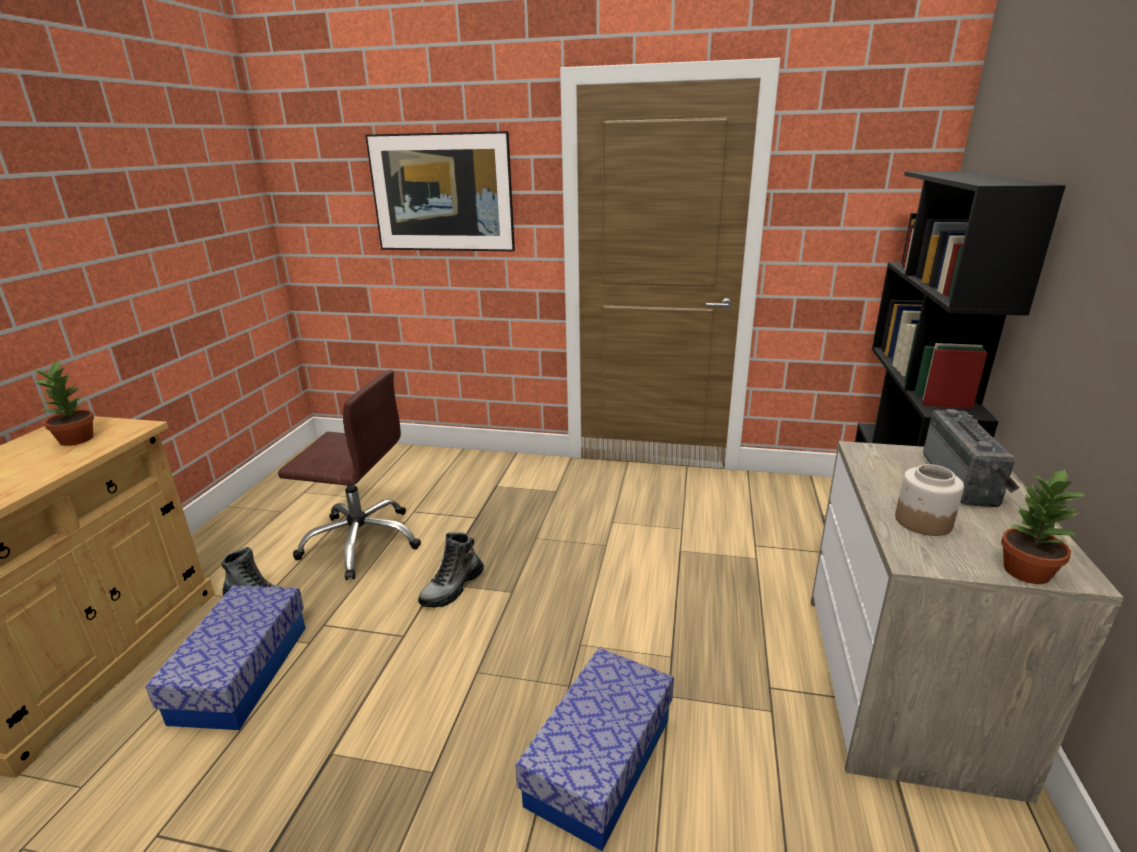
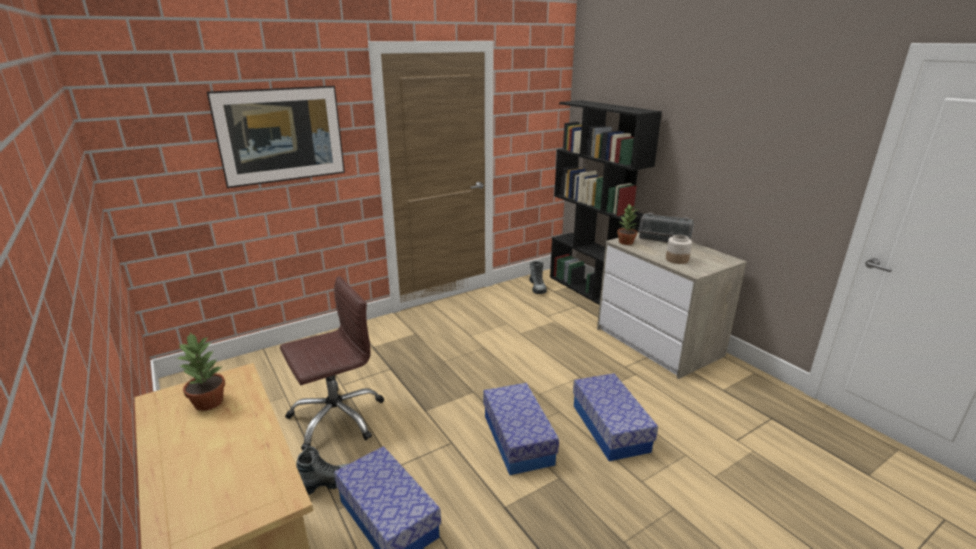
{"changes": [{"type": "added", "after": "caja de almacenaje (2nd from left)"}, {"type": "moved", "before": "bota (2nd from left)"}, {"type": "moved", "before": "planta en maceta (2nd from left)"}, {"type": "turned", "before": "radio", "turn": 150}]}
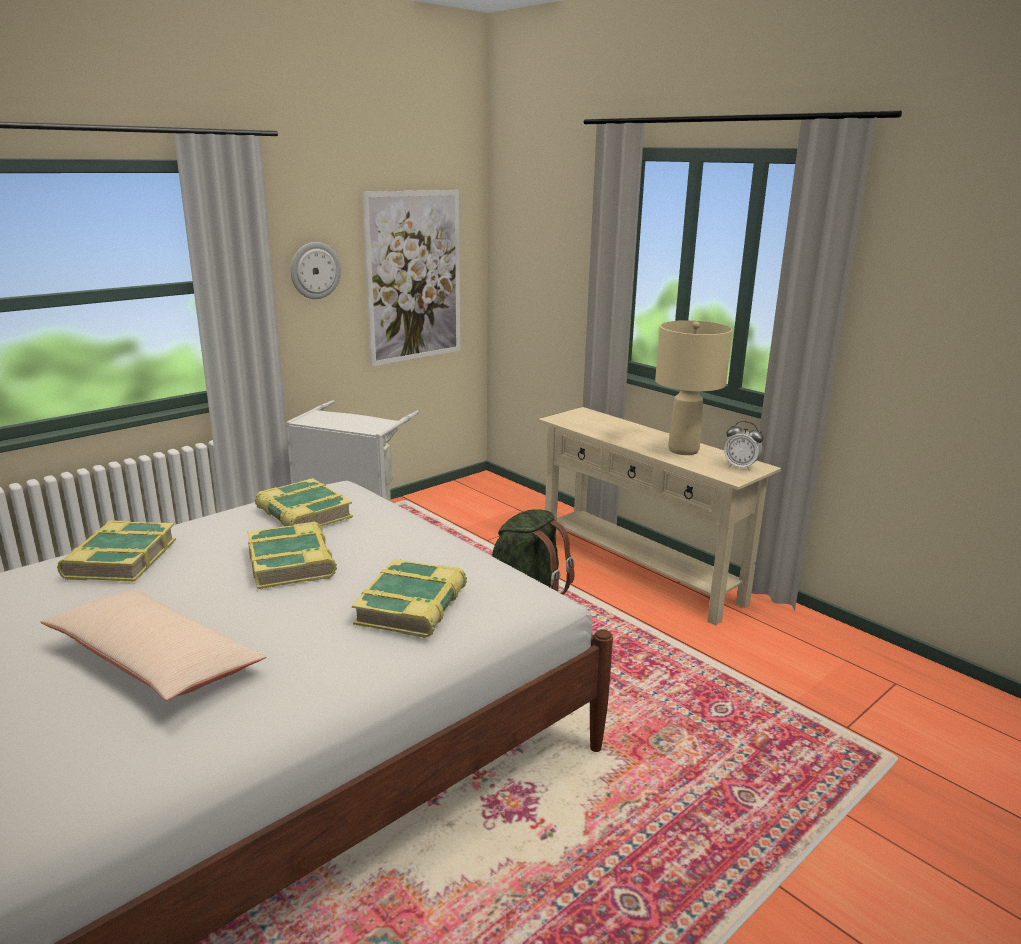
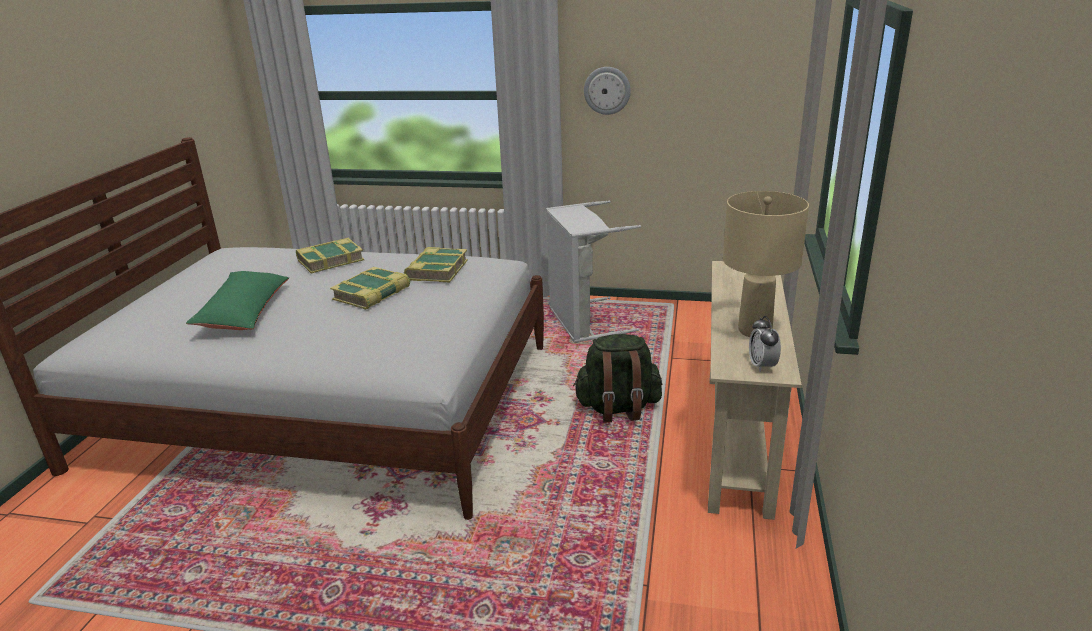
{"changes": [{"type": "recoloured", "before": "cojín (beis)", "after": "cojín (verde)"}, {"type": "removed", "before": "libro (4th from left)"}, {"type": "removed", "before": "cuadro"}]}
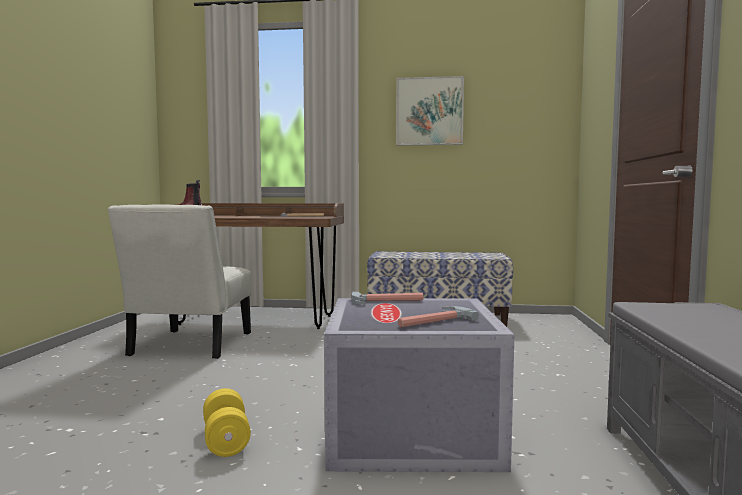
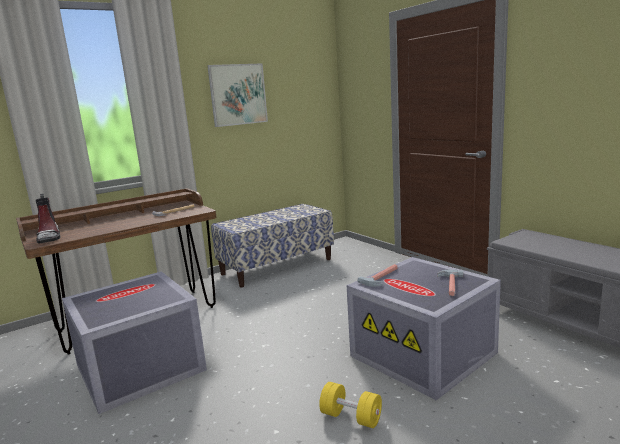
{"changes": [{"type": "replaced", "before": "silla (blanco)", "after": "caja de almacenaje (gris) (1st from left)"}]}
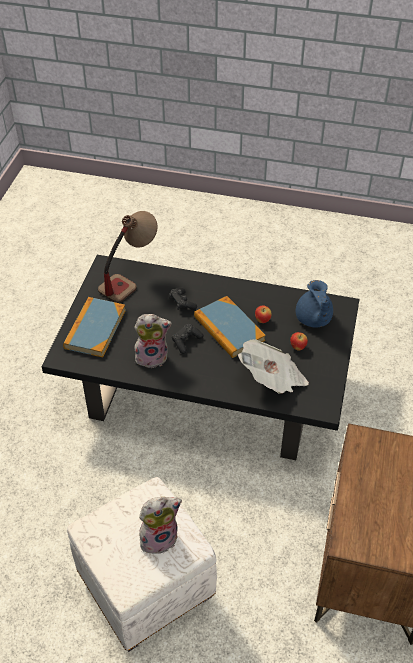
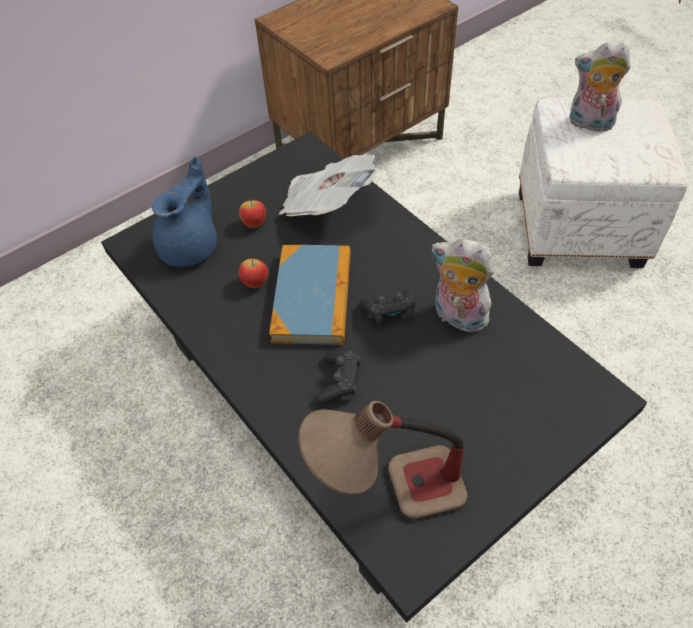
{"changes": [{"type": "removed", "before": "libro (1st from left)"}]}
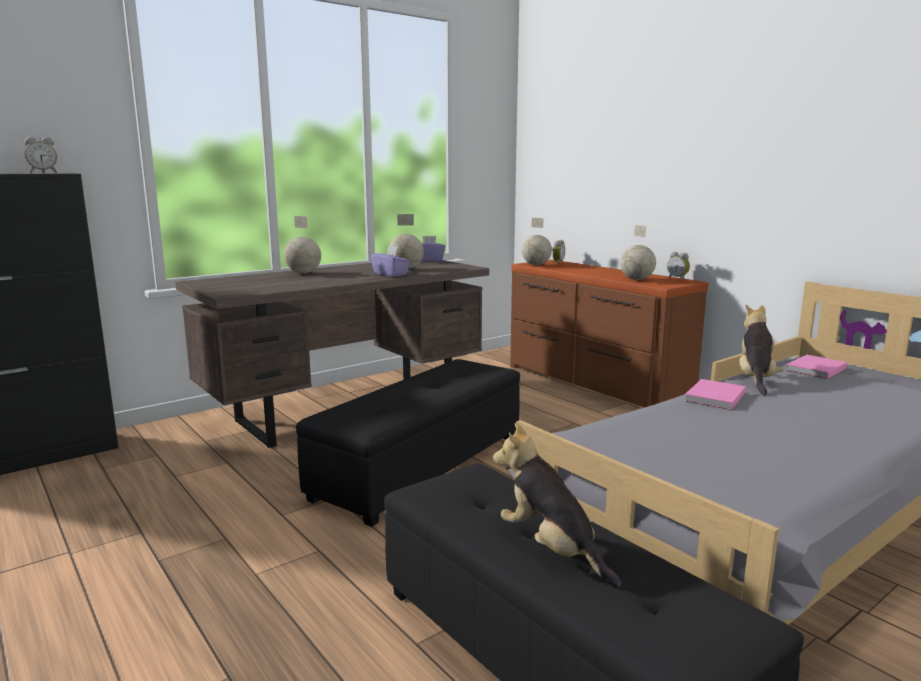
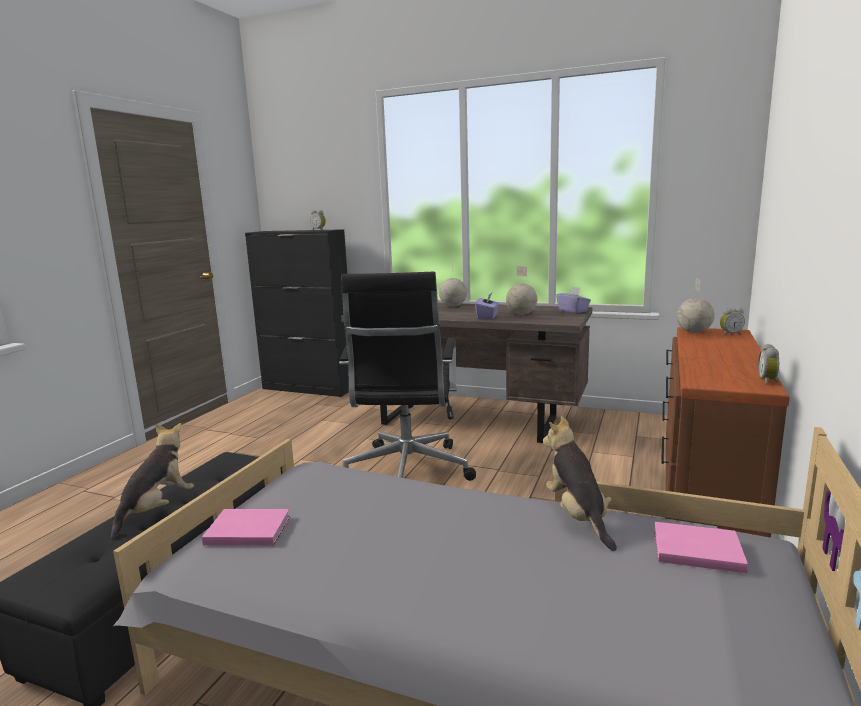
{"changes": [{"type": "moved", "before": "libro (rosa) (1st from left)"}, {"type": "replaced", "before": "puf (negro) (1st from left)", "after": "silla de oficina (negro)"}, {"type": "turned", "before": "peluche (2nd from left)", "turn": -90}, {"type": "removed", "before": "globo terráqueo (4th from left)"}]}
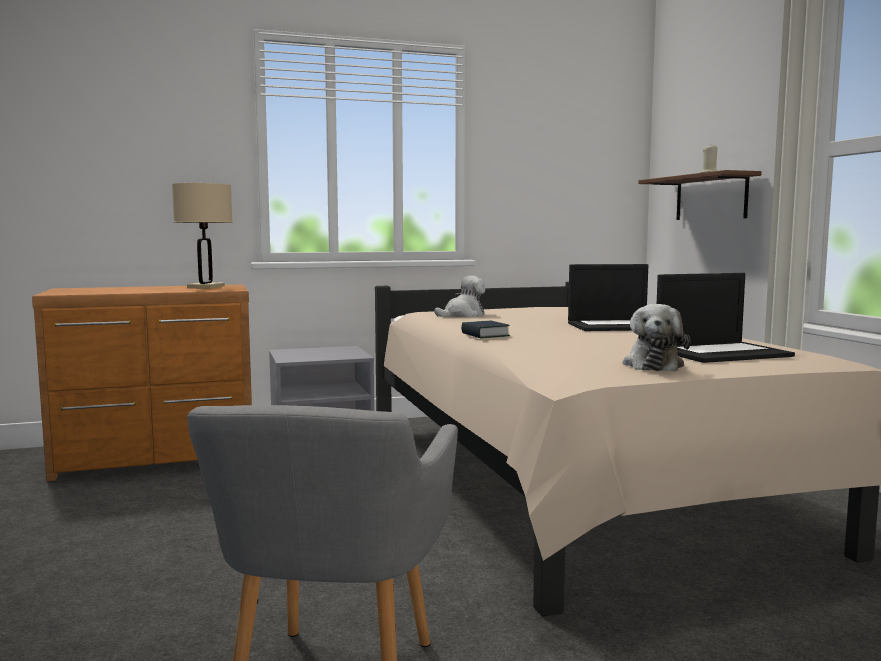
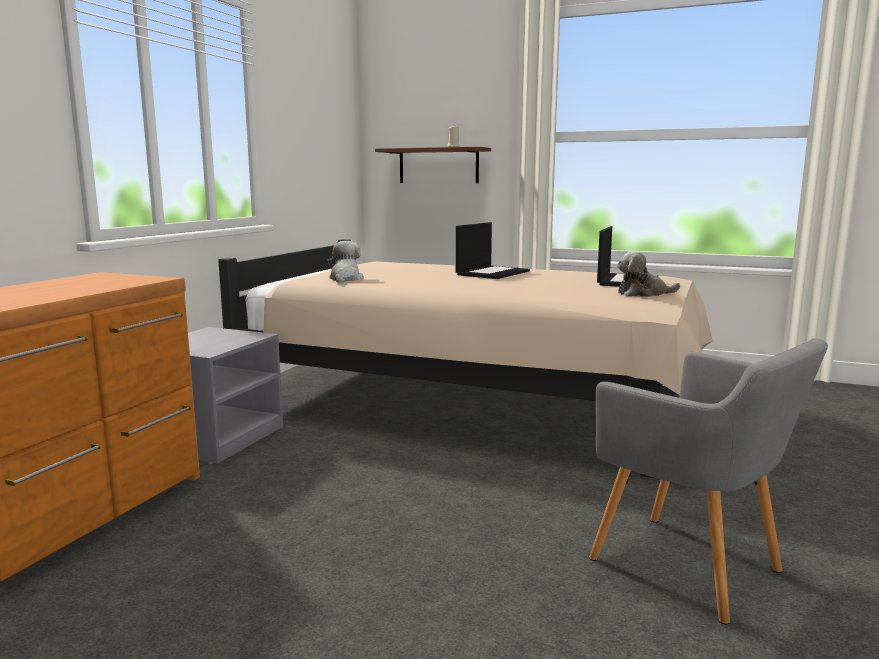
{"changes": [{"type": "turned", "before": "peluche (2nd from left)", "turn": 120}, {"type": "removed", "before": "lámpara de mesa (beis)"}, {"type": "removed", "before": "libro"}]}
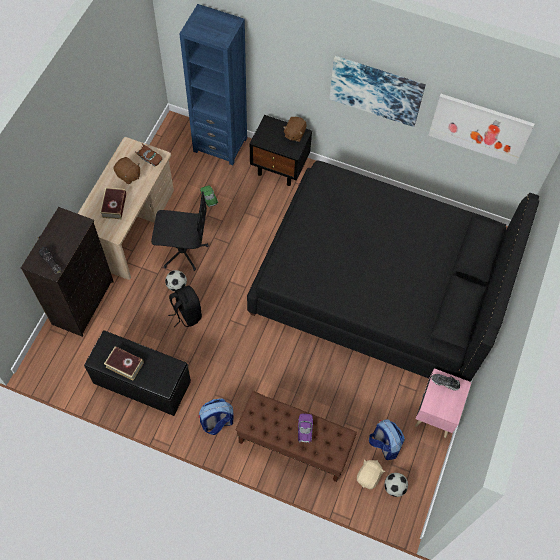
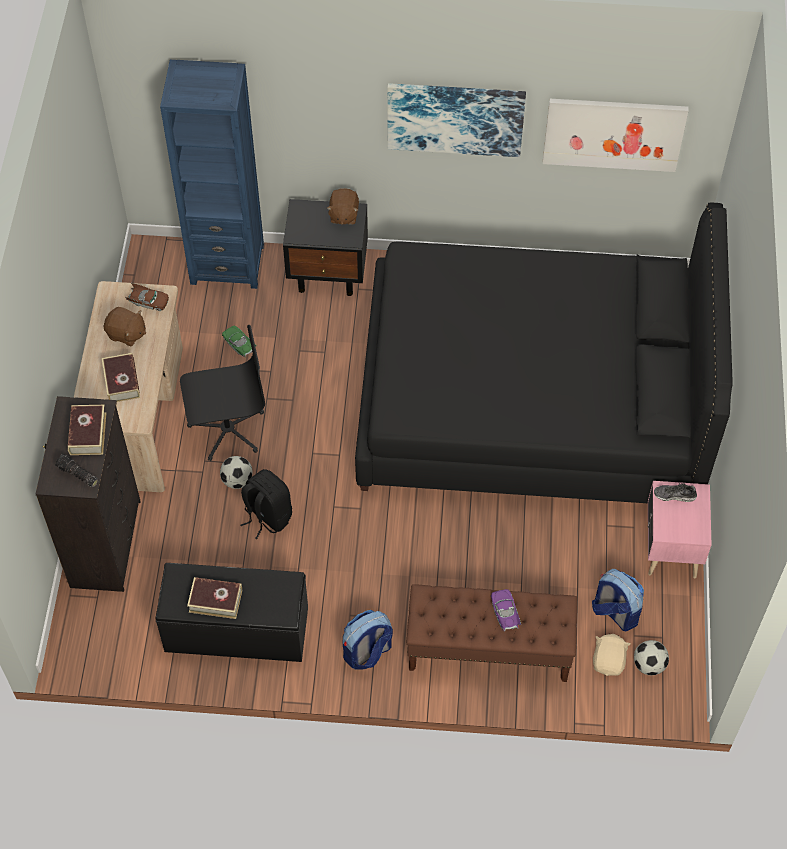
{"changes": [{"type": "added", "after": "libro (1st from left)"}]}
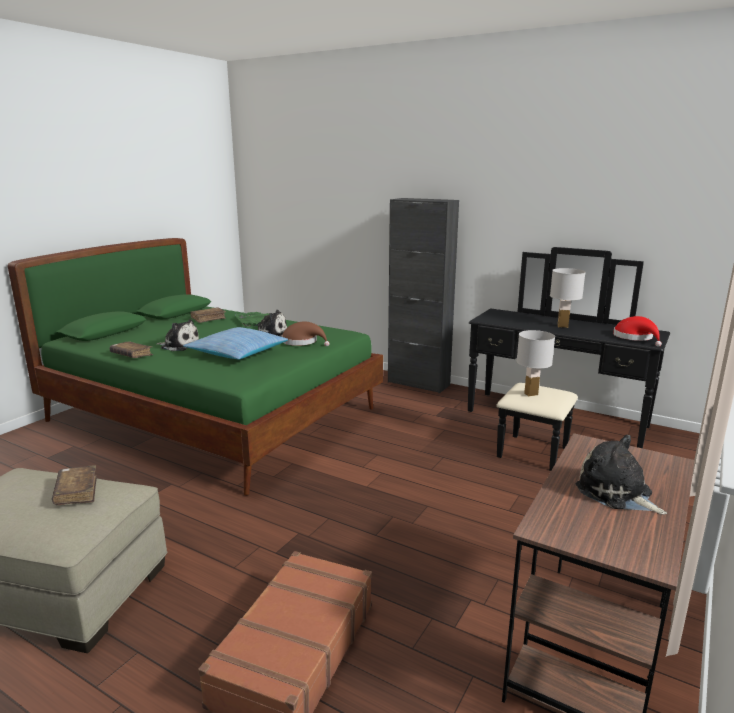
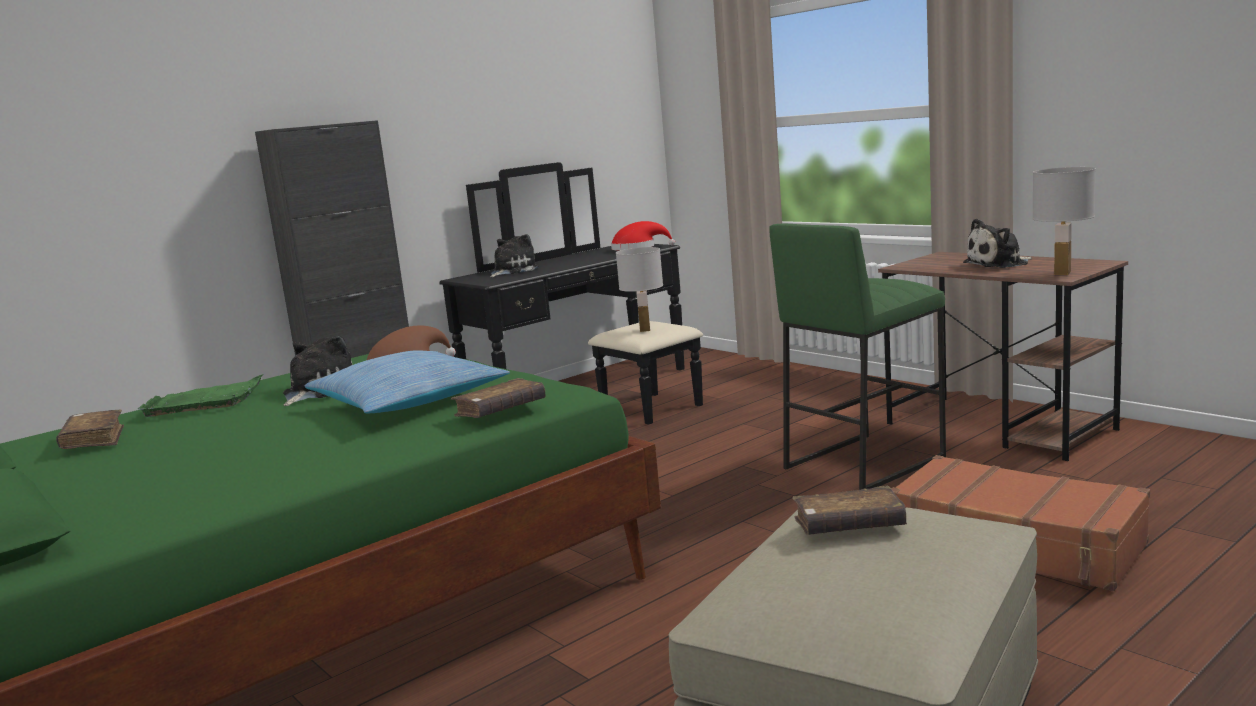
{"changes": [{"type": "moved", "before": "libro (marrón) (2nd from left)"}, {"type": "moved", "before": "peluche (1st from left in the first image)", "after": "peluche (2nd from left)"}, {"type": "added", "after": "taburete (verde)"}, {"type": "moved", "before": "lámpara de mesa (blanco) (2nd from left)"}]}
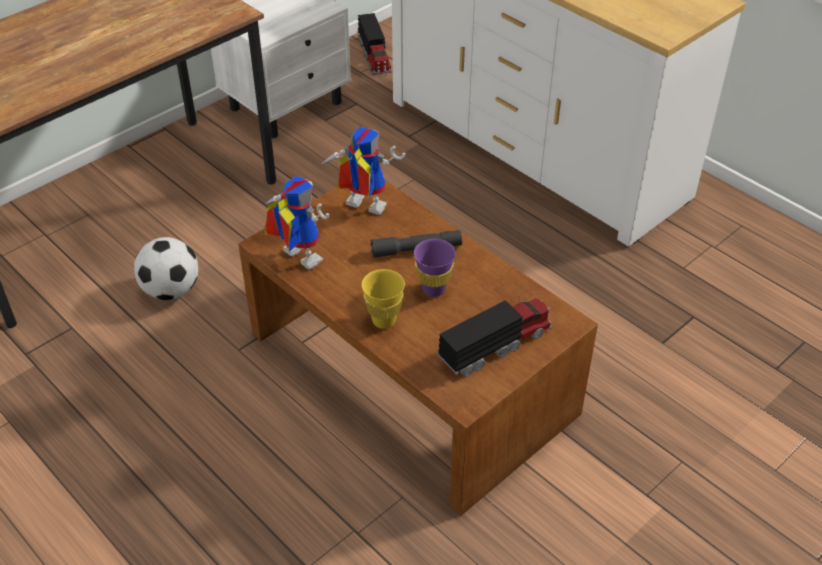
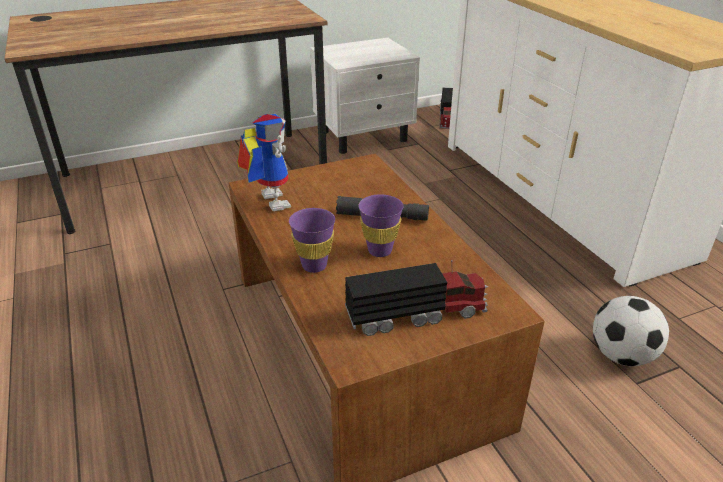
{"changes": [{"type": "recoloured", "before": "taza (amarillo)", "after": "taza (morado) (1st from left)"}, {"type": "moved", "before": "balón de fútbol"}, {"type": "removed", "before": "robot de juguete (2nd from left)"}]}
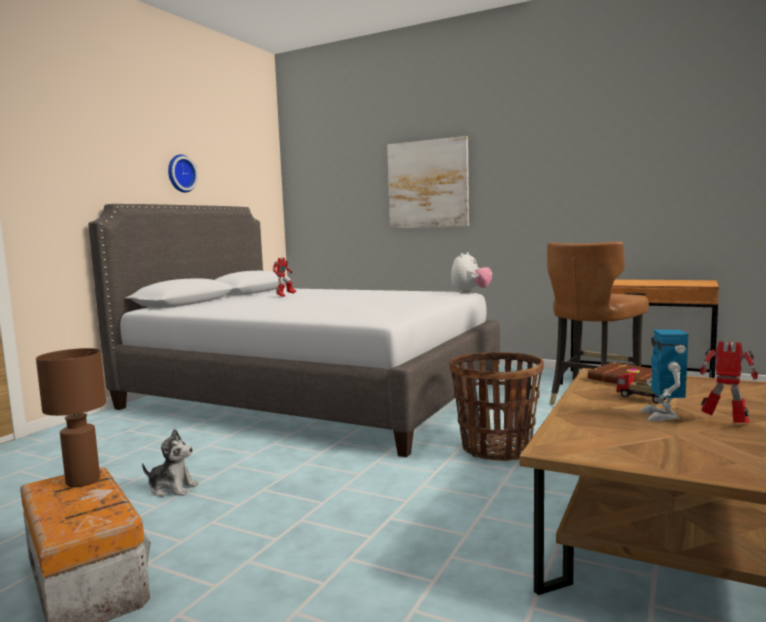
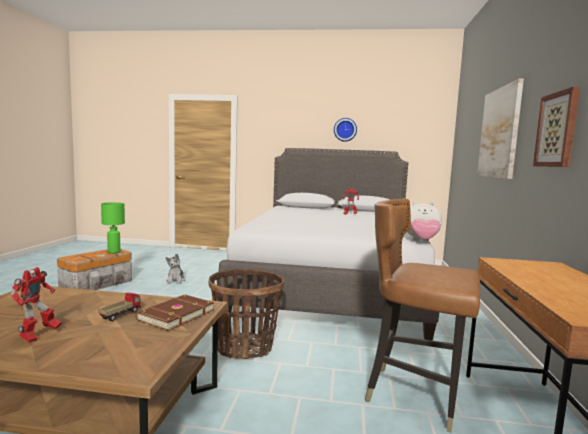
{"changes": [{"type": "recoloured", "before": "lámpara de mesa (marrón)", "after": "lámpara de mesa (verde)"}, {"type": "added", "after": "cuadro (2nd from left)"}, {"type": "removed", "before": "robot de juguete (2nd from left)"}]}
